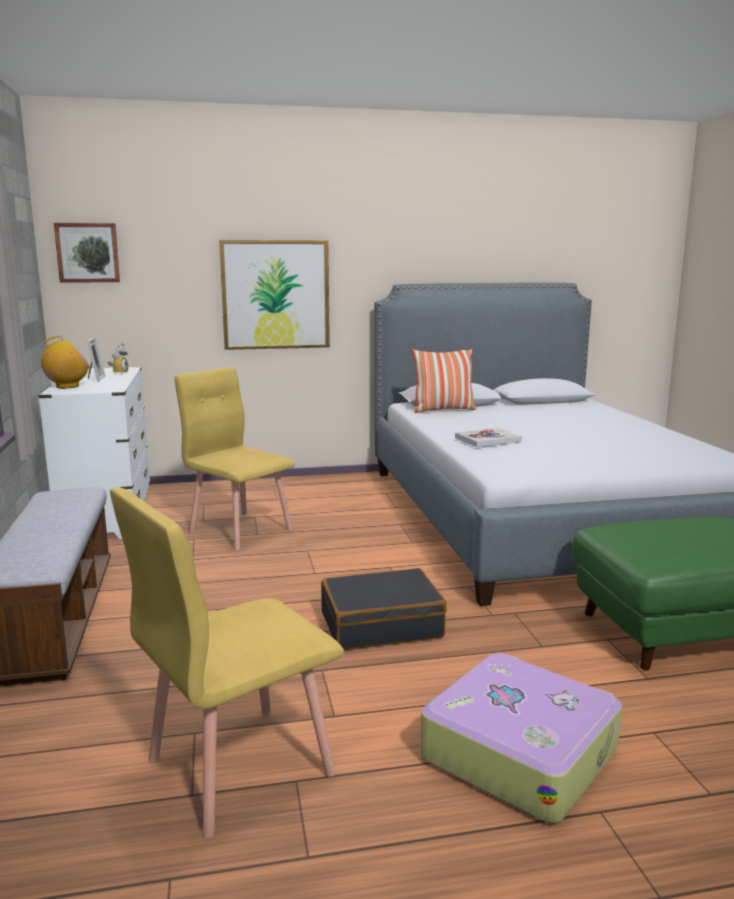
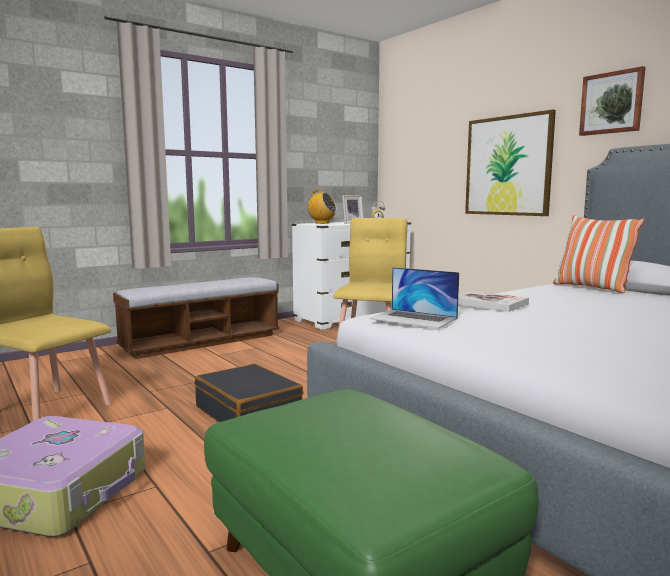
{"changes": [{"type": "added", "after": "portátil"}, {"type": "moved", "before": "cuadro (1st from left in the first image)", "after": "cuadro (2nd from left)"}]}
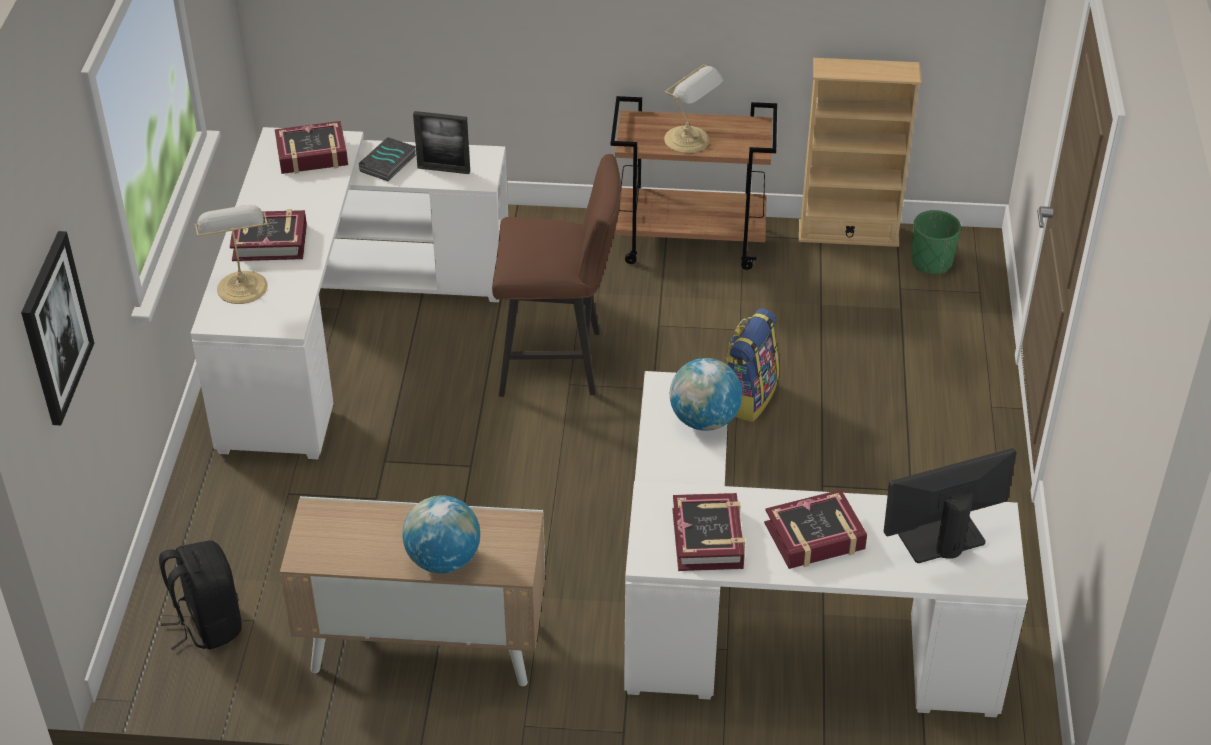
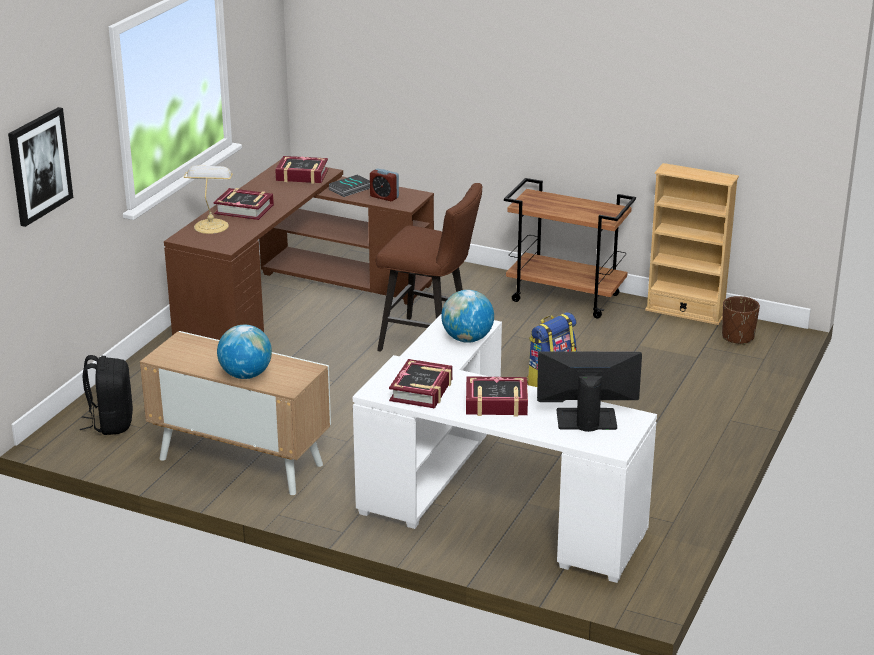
{"changes": [{"type": "recoloured", "before": "escritorio (blanco) (1st from left)", "after": "escritorio (marrón)"}, {"type": "replaced", "before": "portarretratos", "after": "despertador"}, {"type": "recoloured", "before": "maceta (verde)", "after": "maceta (marrón)"}, {"type": "removed", "before": "lámpara de mesa (2nd from left)"}]}
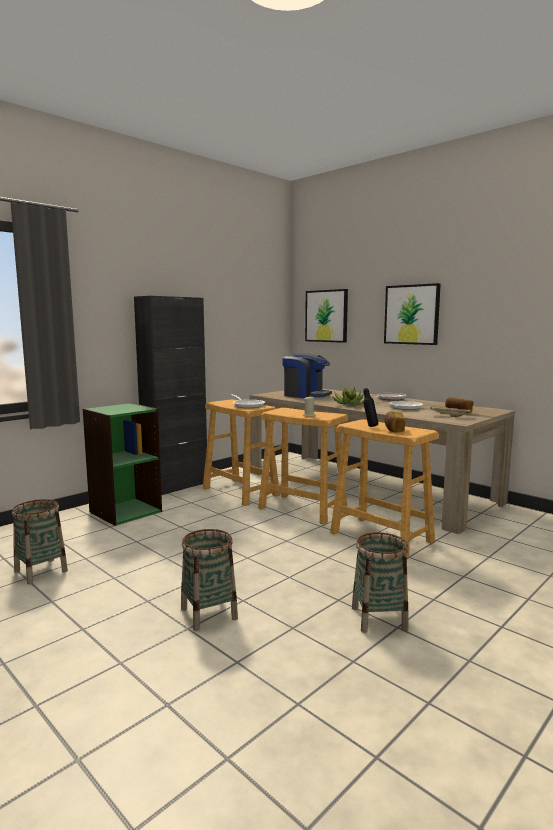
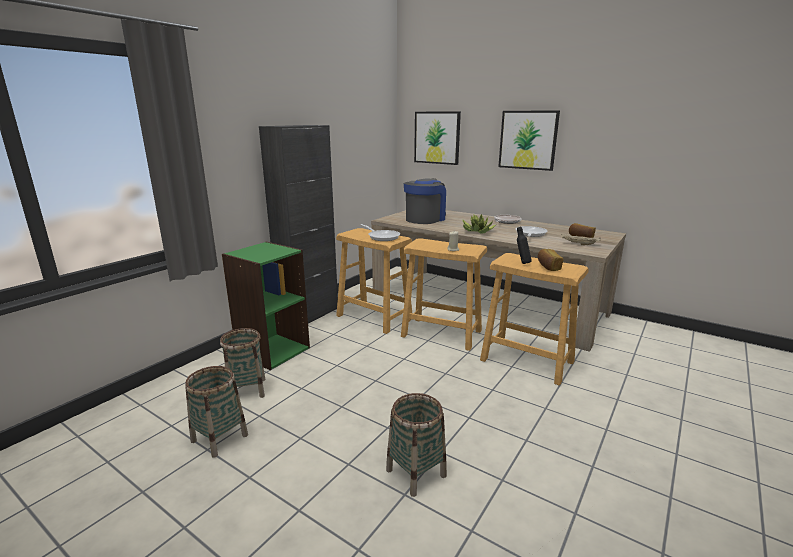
{"changes": [{"type": "moved", "before": "cesta (3rd from left in the first image)", "after": "cesta (2nd from left)"}, {"type": "turned", "before": "cafetera", "turn": -75}]}
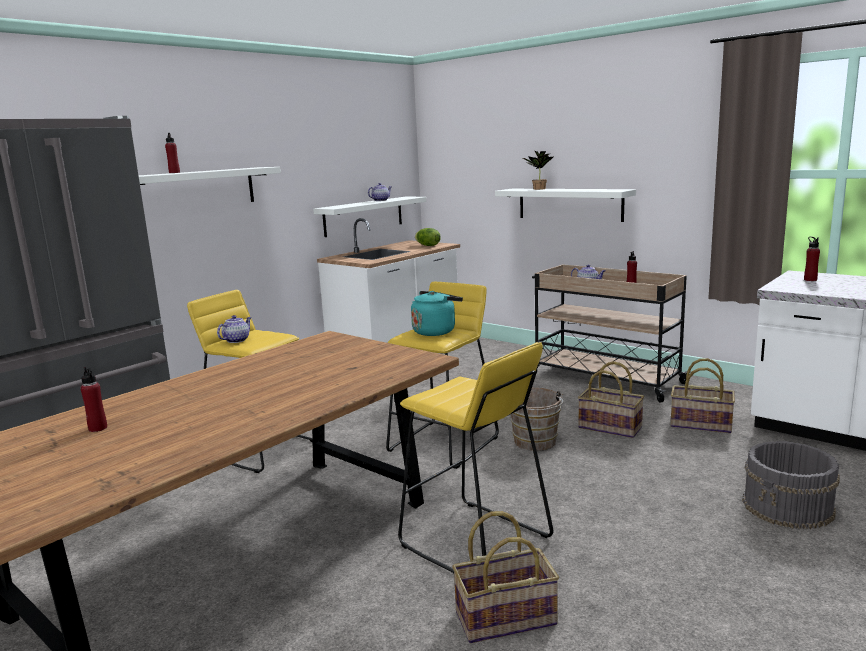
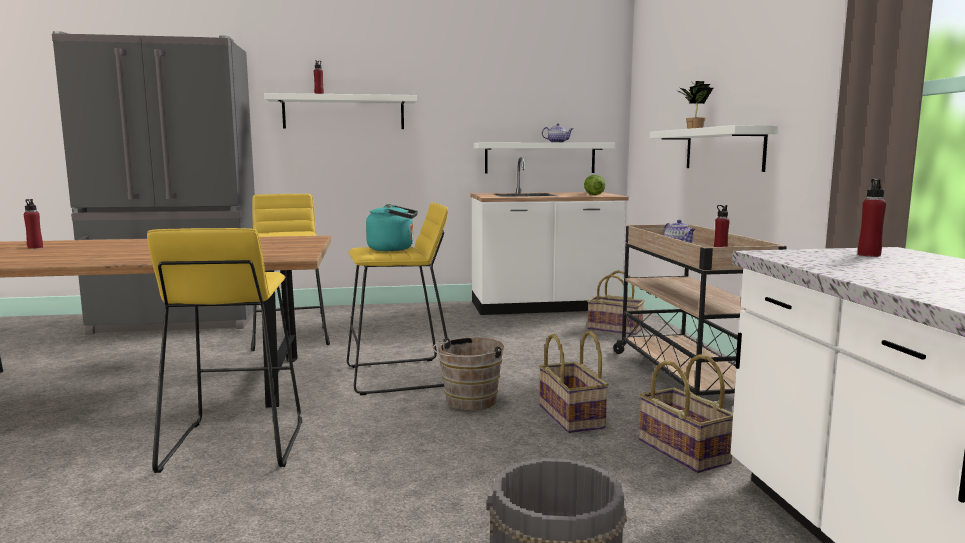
{"changes": [{"type": "moved", "before": "cesta (1st from left in the first image)", "after": "cesta (2nd from left)"}, {"type": "removed", "before": "tetera (1st from left)"}]}
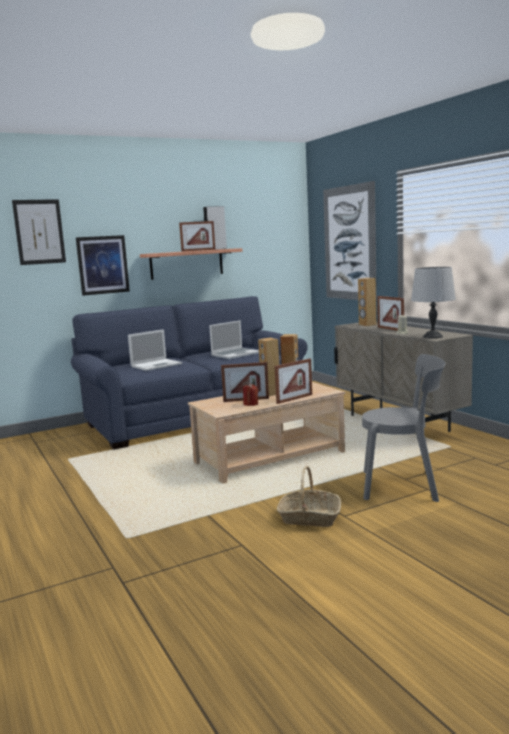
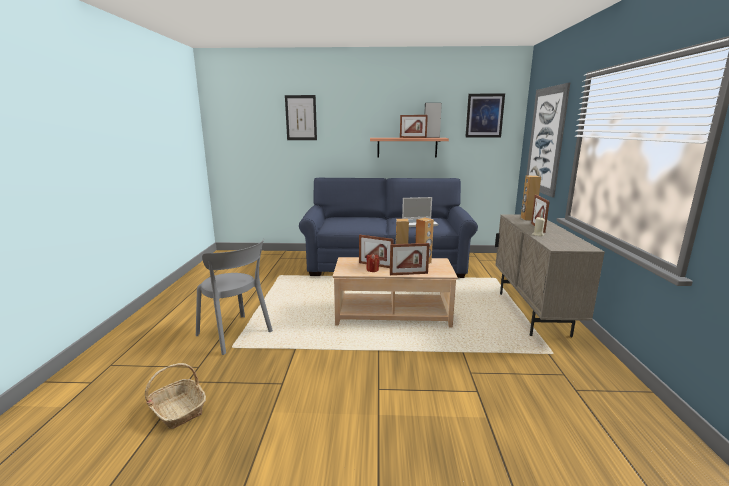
{"changes": [{"type": "moved", "before": "cesta"}, {"type": "moved", "before": "silla (gris)"}, {"type": "moved", "before": "cuadro (2nd from left)"}, {"type": "removed", "before": "portátil (1st from left)"}, {"type": "removed", "before": "lámpara de mesa (gris)"}]}
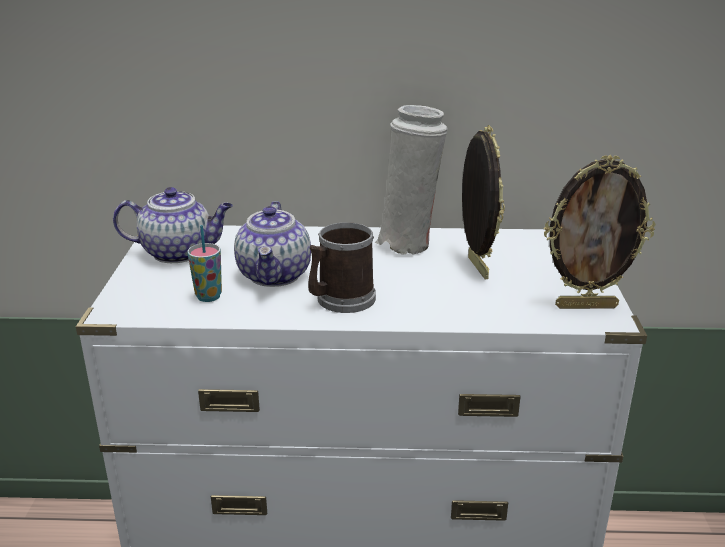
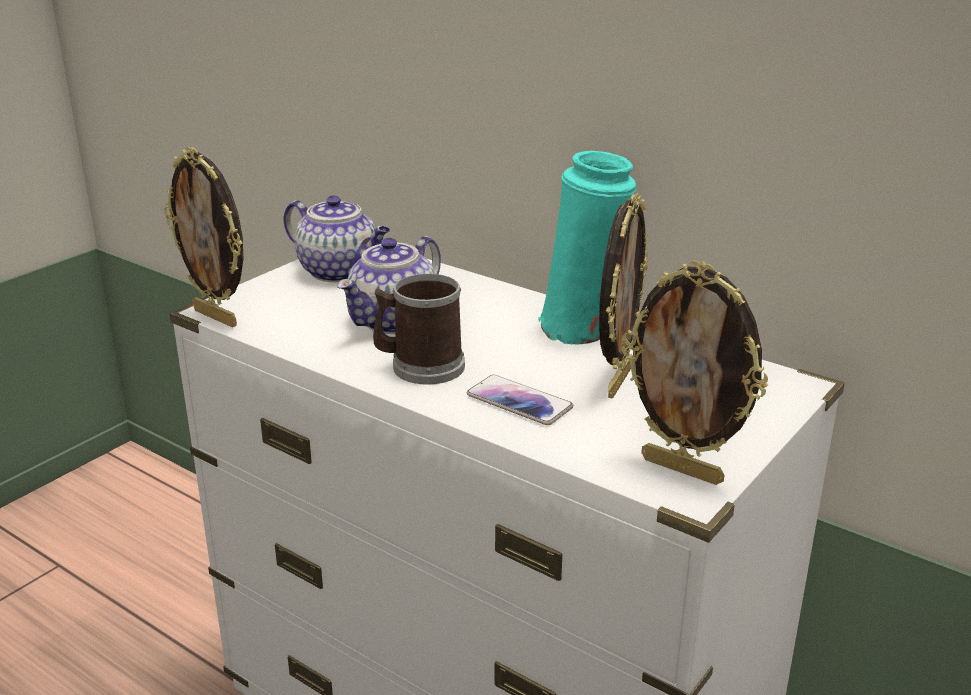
{"changes": [{"type": "added", "after": "portarretratos (1st from left)"}, {"type": "added", "after": "móvil"}, {"type": "recoloured", "before": "florero (blanco)", "after": "florero (turquesa)"}, {"type": "removed", "before": "taza"}]}
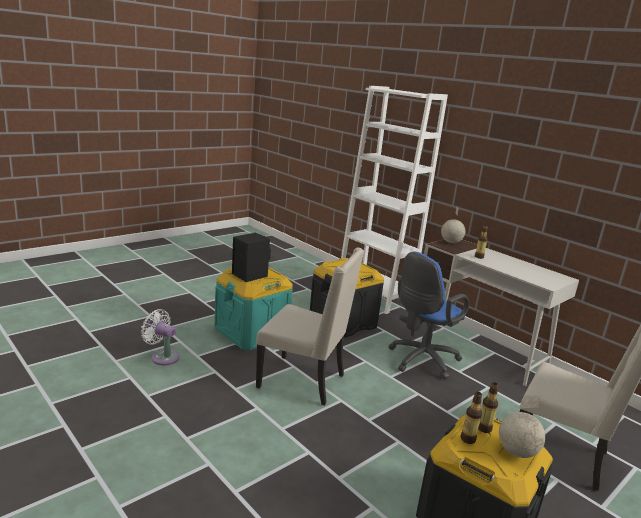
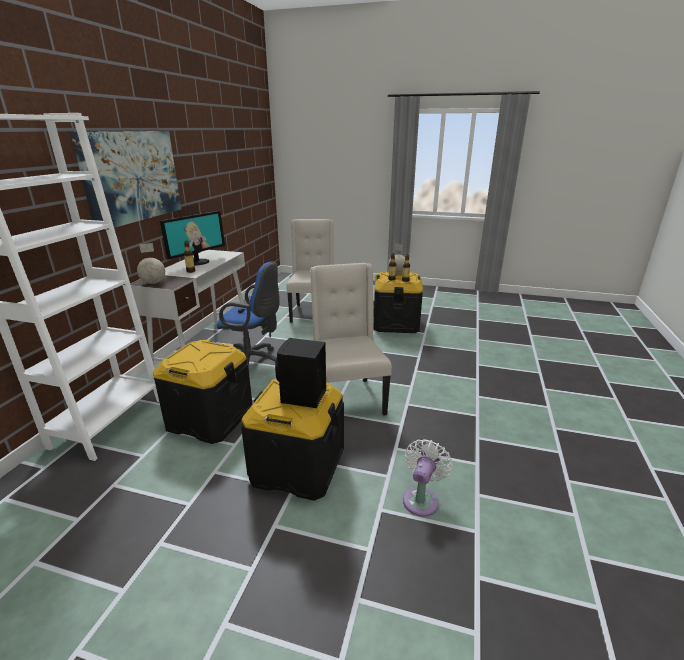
{"changes": [{"type": "added", "after": "cuadro"}, {"type": "added", "after": "monitor"}, {"type": "recoloured", "before": "caja de almacenaje (turquesa)", "after": "caja de almacenaje (negro) (2nd from left)"}, {"type": "turned", "before": "ventilador (blanco)", "turn": -150}]}
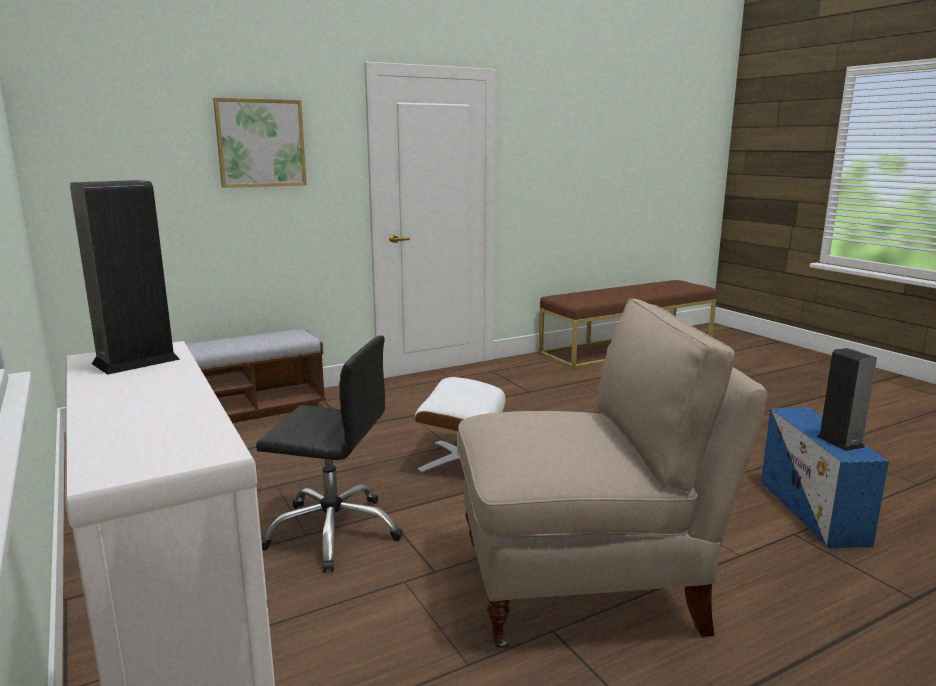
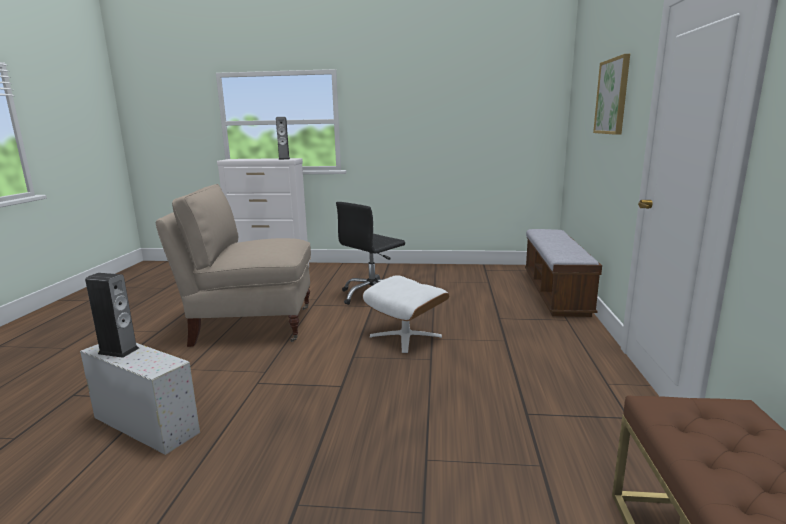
{"changes": [{"type": "recoloured", "before": "caja de almacenaje (azul)", "after": "caja de almacenaje (blanco)"}, {"type": "turned", "before": "silla (beis)", "turn": 60}]}
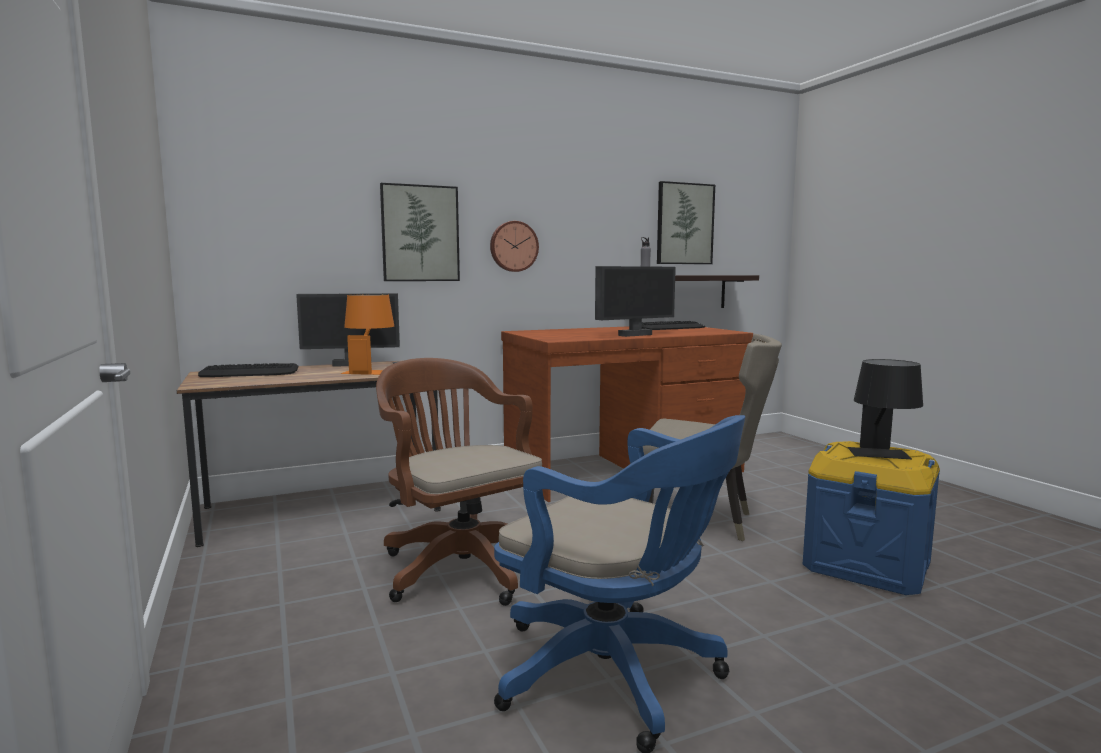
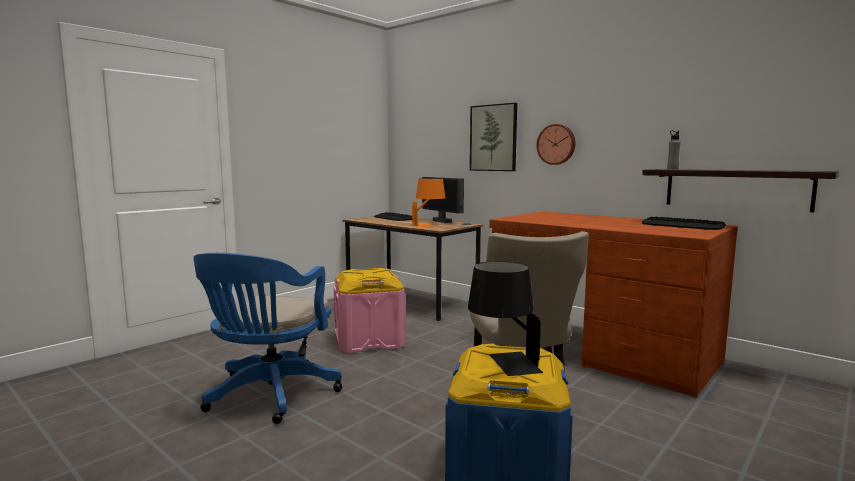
{"changes": [{"type": "replaced", "before": "silla de oficina (marrón)", "after": "caja de almacenaje (rosa)"}, {"type": "removed", "before": "monitor (2nd from left)"}, {"type": "removed", "before": "cuadro (2nd from left)"}]}
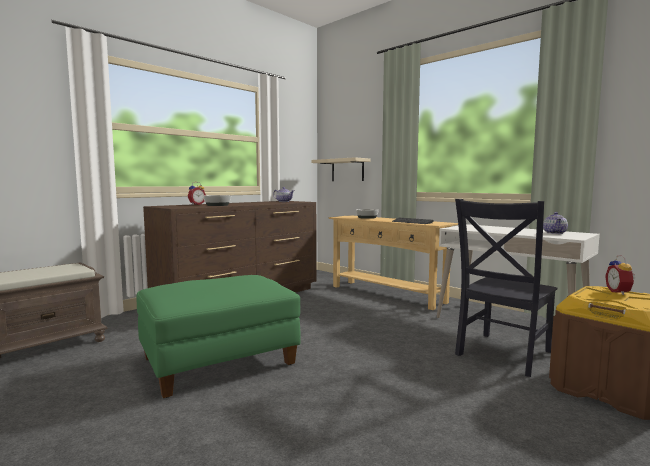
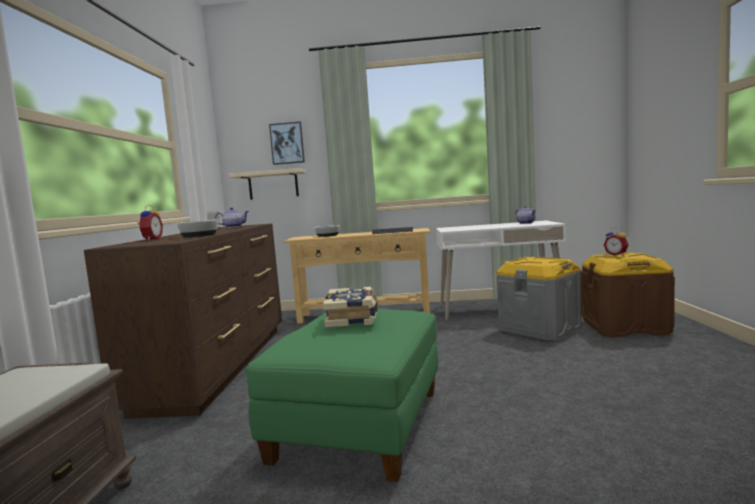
{"changes": [{"type": "added", "after": "cuadro"}, {"type": "added", "after": "libro"}, {"type": "replaced", "before": "silla (negro)", "after": "caja de almacenaje (gris)"}]}
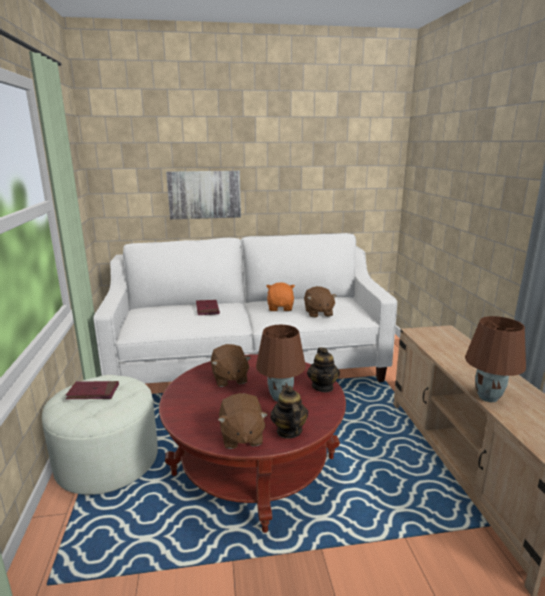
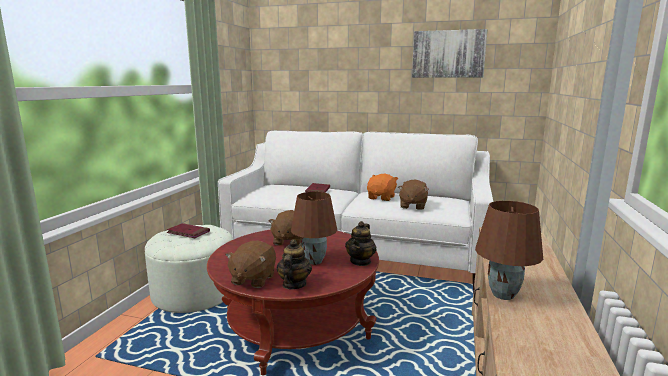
{"changes": [{"type": "moved", "before": "cuadro"}]}
